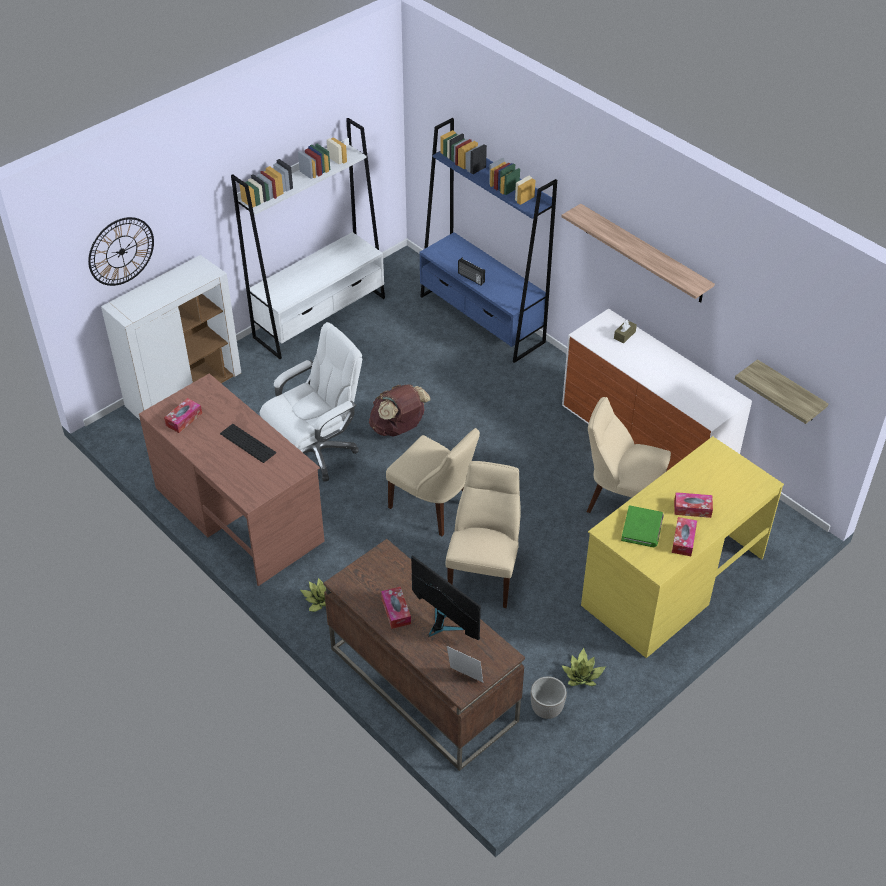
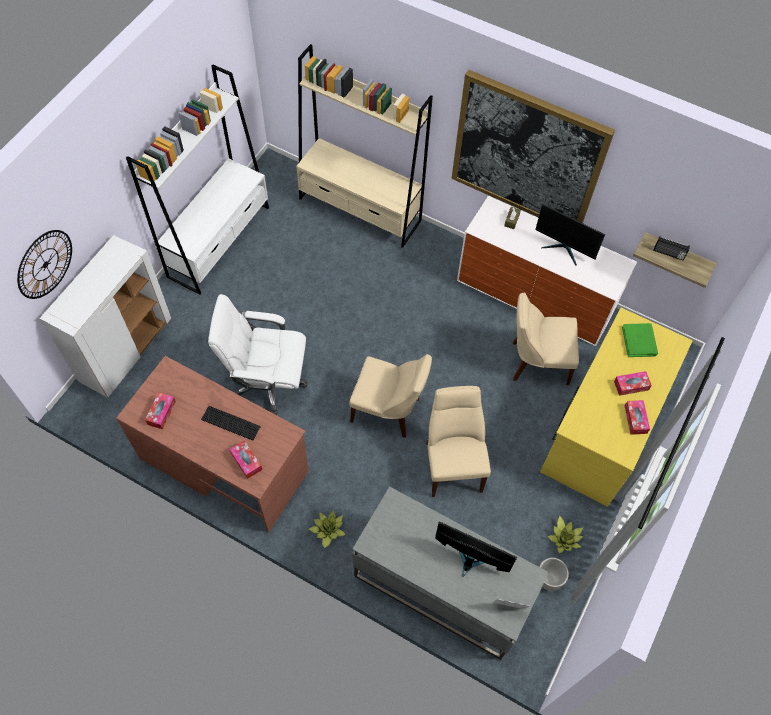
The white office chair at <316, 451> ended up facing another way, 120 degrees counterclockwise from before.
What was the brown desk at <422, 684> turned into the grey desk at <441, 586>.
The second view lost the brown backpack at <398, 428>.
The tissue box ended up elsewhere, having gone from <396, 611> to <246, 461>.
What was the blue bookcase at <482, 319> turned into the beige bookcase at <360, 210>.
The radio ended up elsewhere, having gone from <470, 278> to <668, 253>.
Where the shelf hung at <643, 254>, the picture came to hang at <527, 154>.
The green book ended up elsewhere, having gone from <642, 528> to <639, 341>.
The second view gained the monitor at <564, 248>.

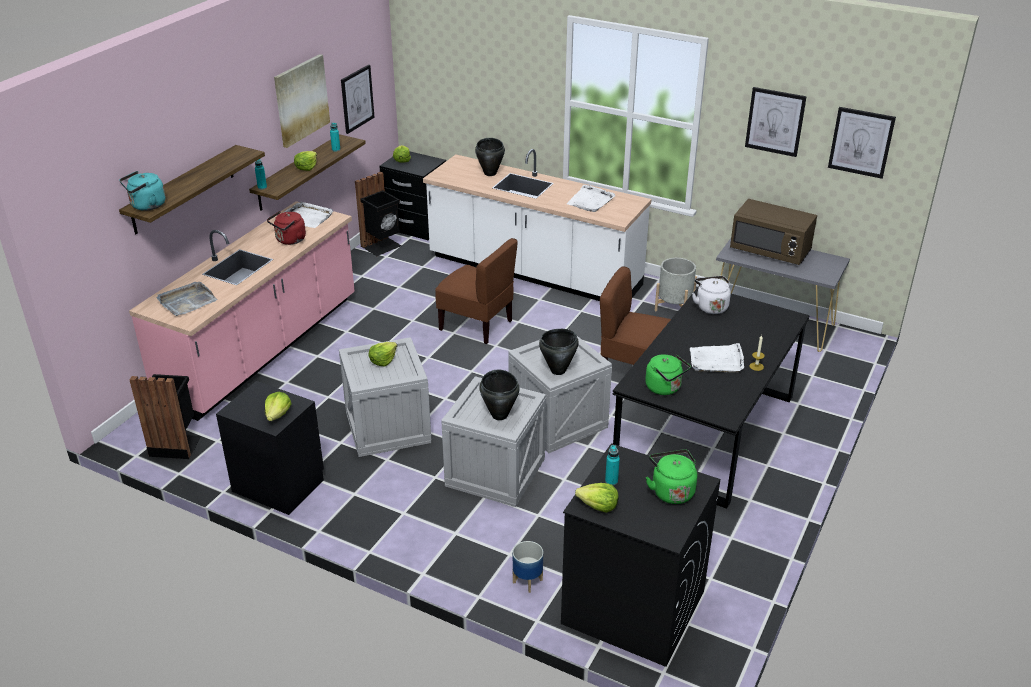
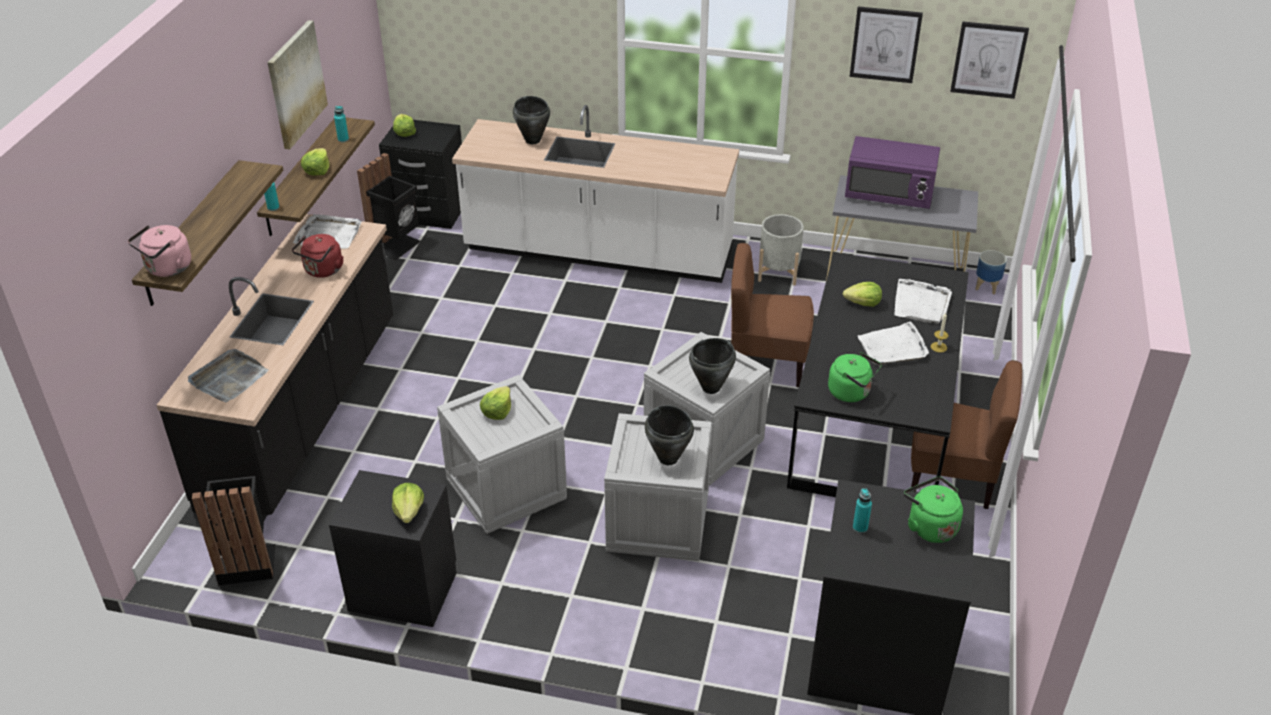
What was the turquoise kettle at <146, 206> turned into the pink kettle at <167, 269>.
What was the pink counter at <263, 350> turned into the black counter at <304, 412>.
The second view lost the picture at <357, 99>.
The brown chair ended up elsewhere, having gone from <476, 325> to <952, 479>.
The planter ended up elsewhere, having gone from <527, 581> to <986, 286>.
The white tray ended up elsewhere, having gone from <590, 201> to <921, 304>.
The lettuce ended up elsewhere, having gone from <598, 506> to <863, 303>.
The second view lost the white kettle at <710, 306>.
What was the brown microwave at <770, 251> turned into the purple microwave at <889, 194>.

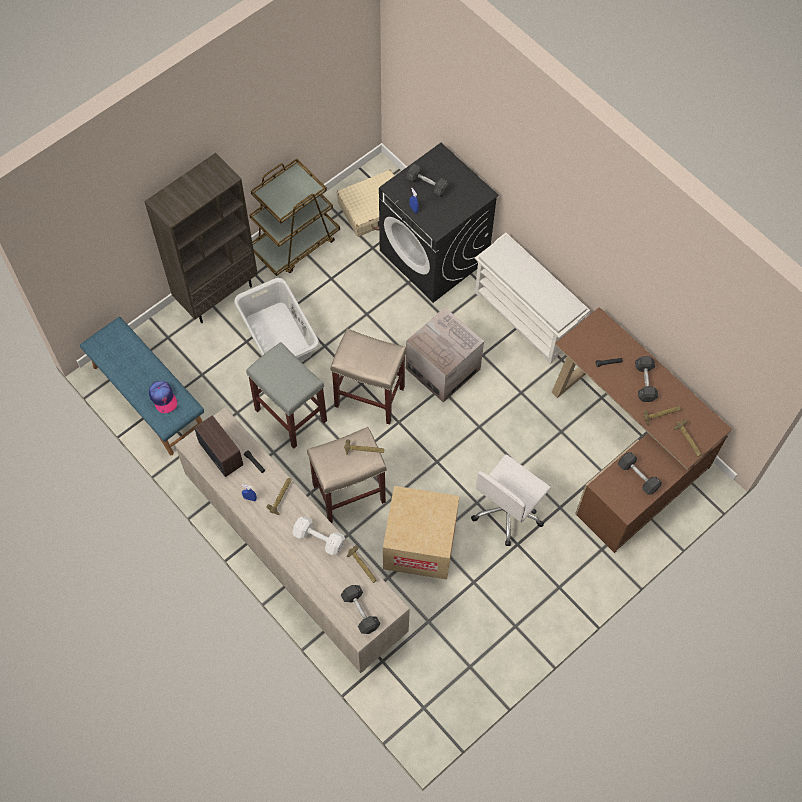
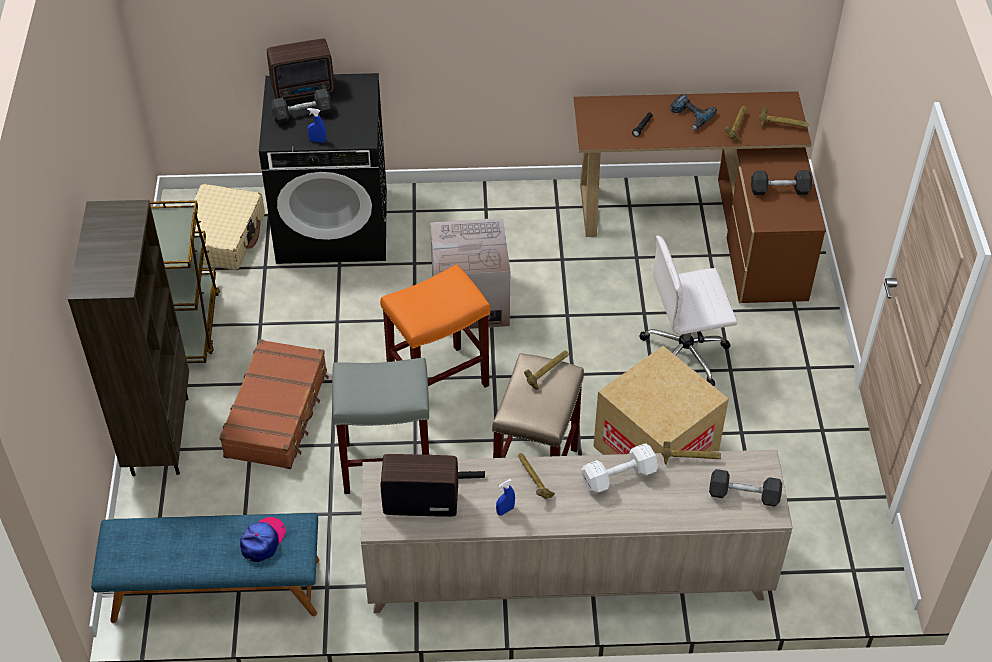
The cap at <163, 398> ended up facing another way, 75 degrees counterclockwise from before.
Where the grey laundry basket stood at <279, 336>, the brown suitcase came to stand at <277, 413>.
What was the beige stool at <368, 397> turned into the orange stool at <437, 382>.
The white office chair at <508, 511> ended up facing another way, 90 degrees clockwise from before.
The second view lost the white shoe rack at <526, 317>.
Where the grey dumbbell stood at <645, 382>, the power drill came to stand at <690, 116>.
The second view gained the radio at <304, 90>.

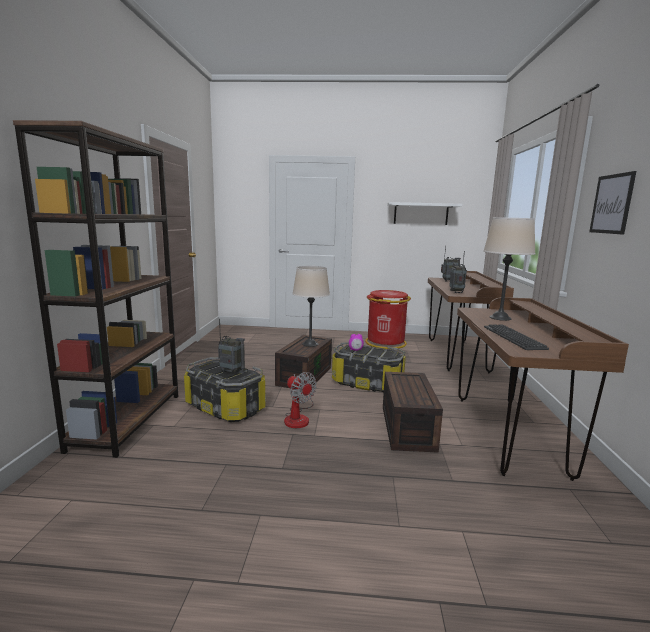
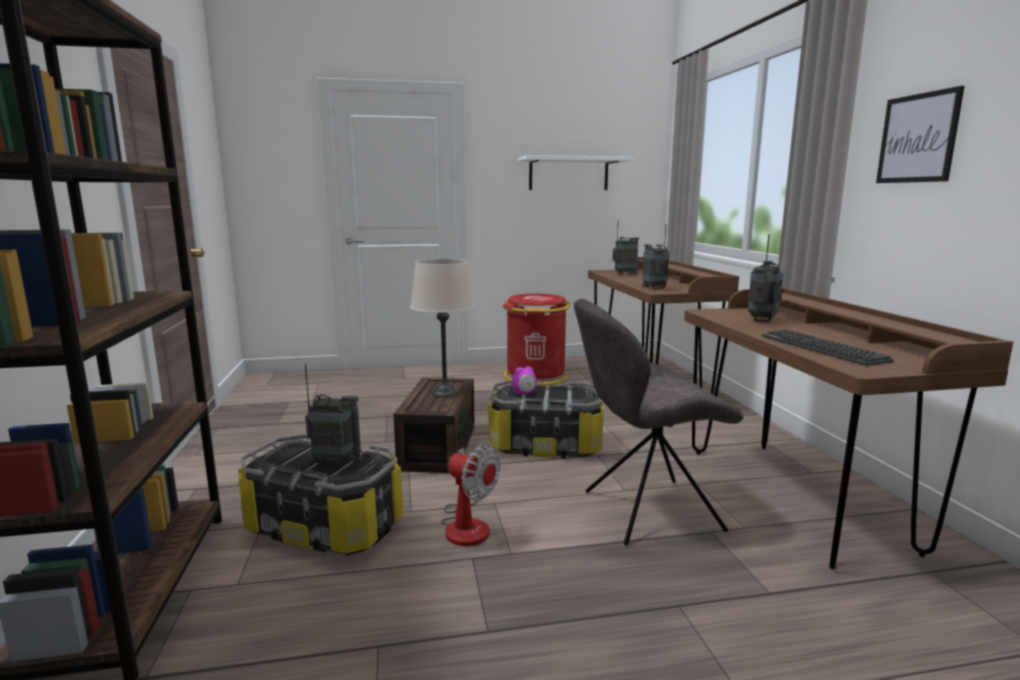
Where the brown storage box stood at <406, 427>, the grey chair came to stand at <646, 511>.
Where the beige table lamp stood at <500, 318>, the radio came to stand at <762, 320>.

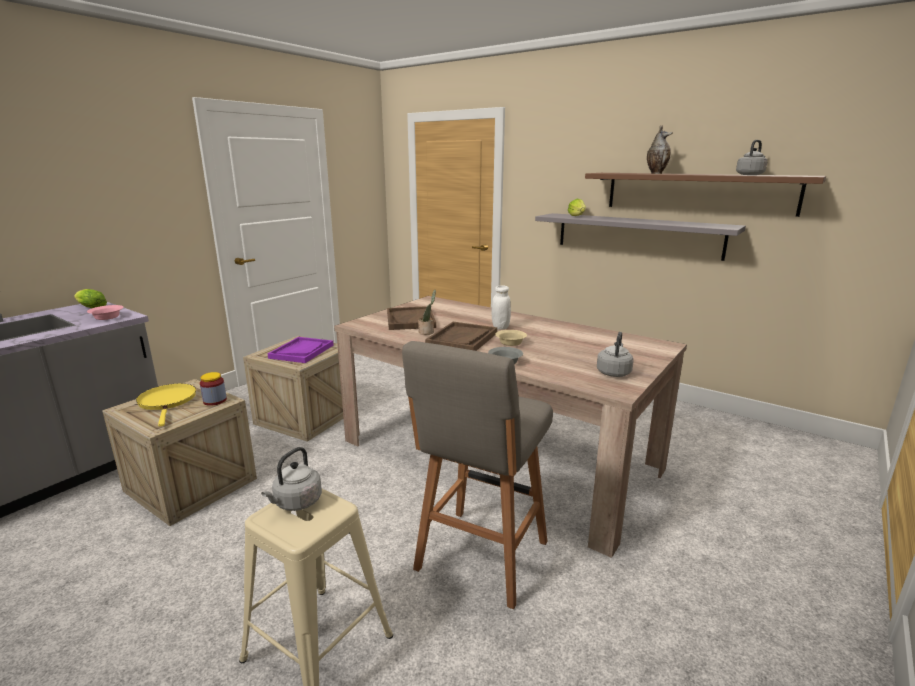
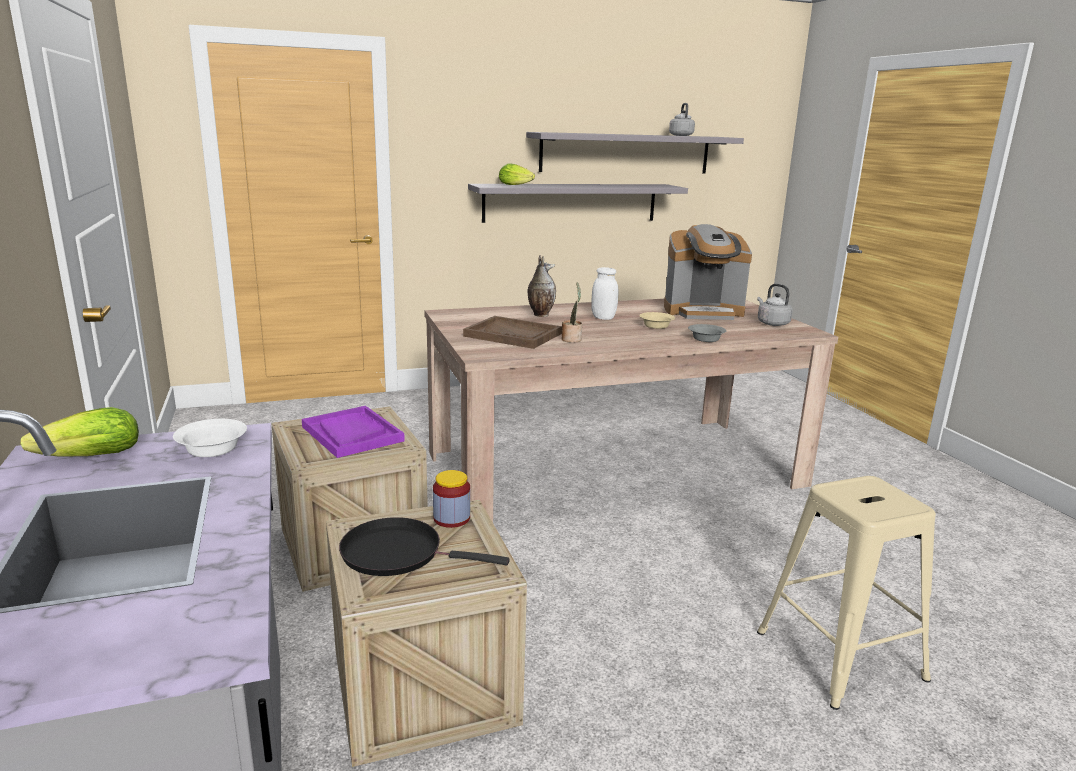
What was the pink bowl at <107, 317> turned into the white bowl at <214, 449>.
What was the yellow frying pan at <168, 402> turned into the black frying pan at <398, 553>.
The second view lost the grey kettle at <296, 503>.
The second view lost the grey stool at <480, 558>.
The second view lost the brown tray at <462, 339>.
What was the brown shelf at <698, 192> turned into the grey shelf at <626, 153>.
The vase ended up elsewhere, having gone from <656, 173> to <540, 314>.
The second view gained the coffee machine at <703, 312>.

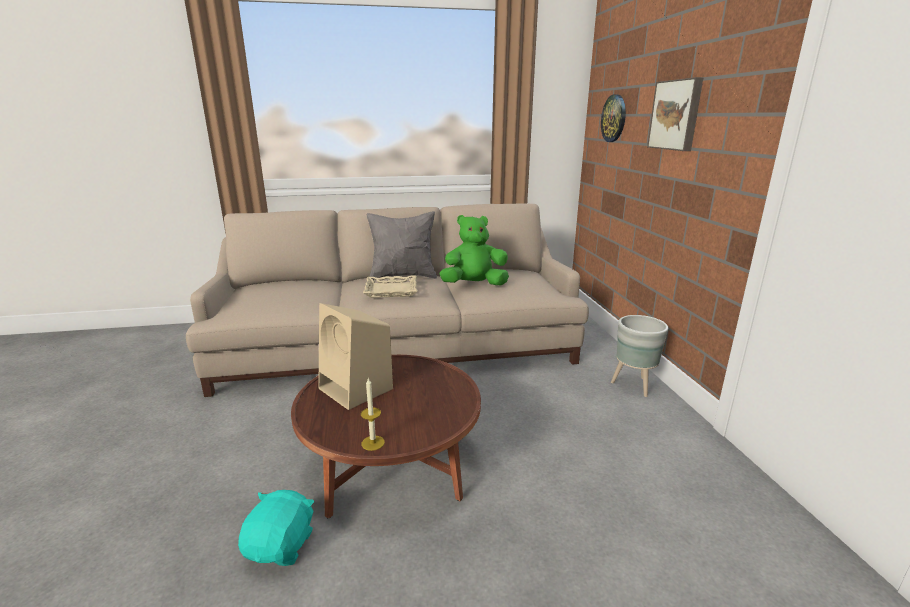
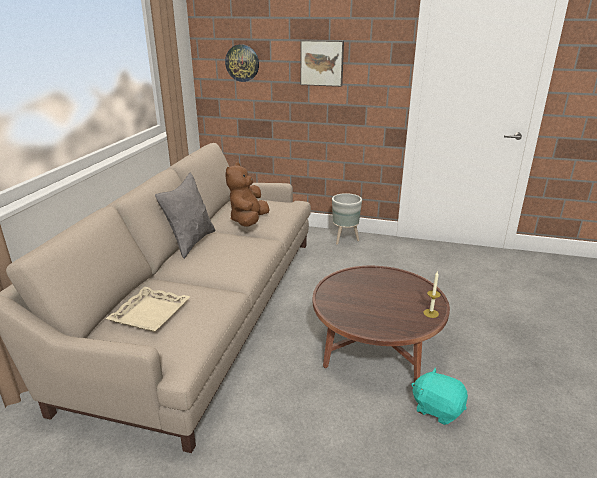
The second view lost the beige speaker at <357, 389>.
The beige tray ended up elsewhere, having gone from <391, 290> to <150, 313>.
What was the green plush toy at <474, 285> turned into the brown plush toy at <248, 221>.

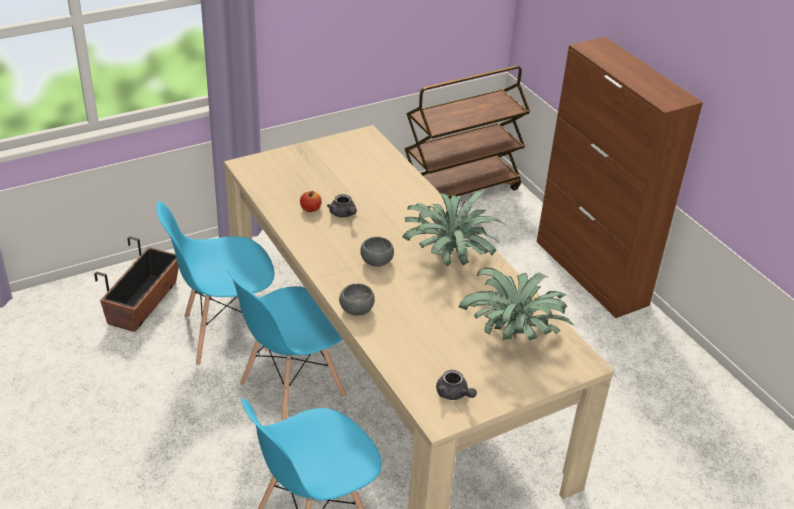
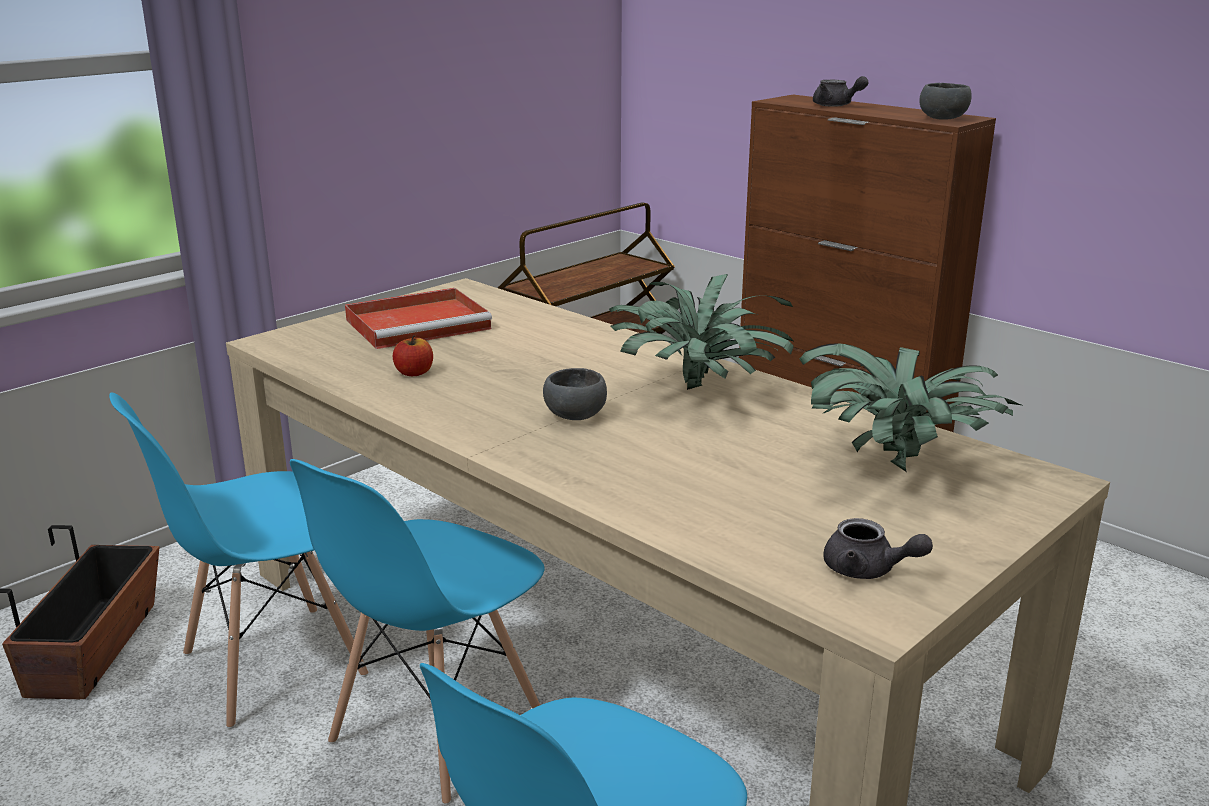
The grey teapot ended up elsewhere, having gone from <343, 214> to <836, 105>.
The grey bowl ended up elsewhere, having gone from <357, 310> to <944, 119>.
The second view gained the red tray at <420, 323>.

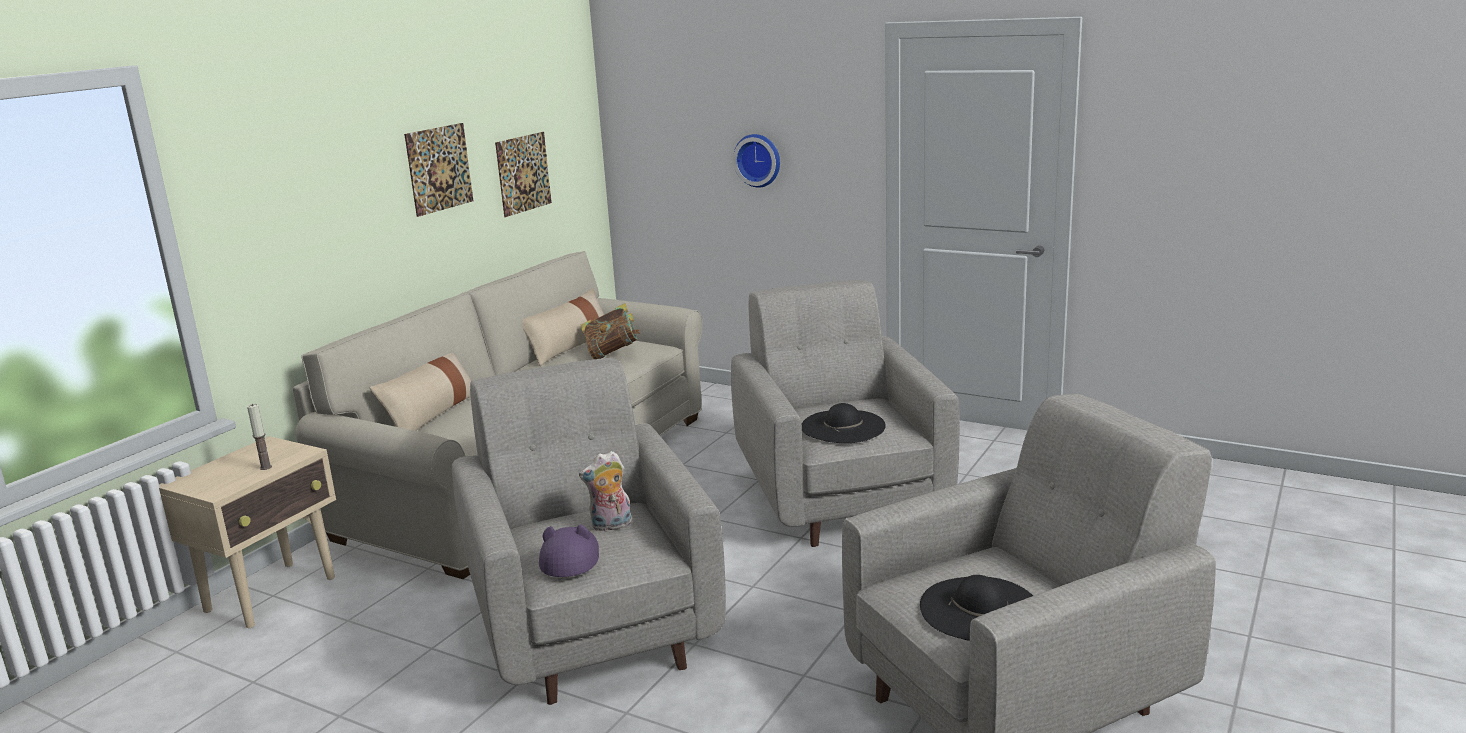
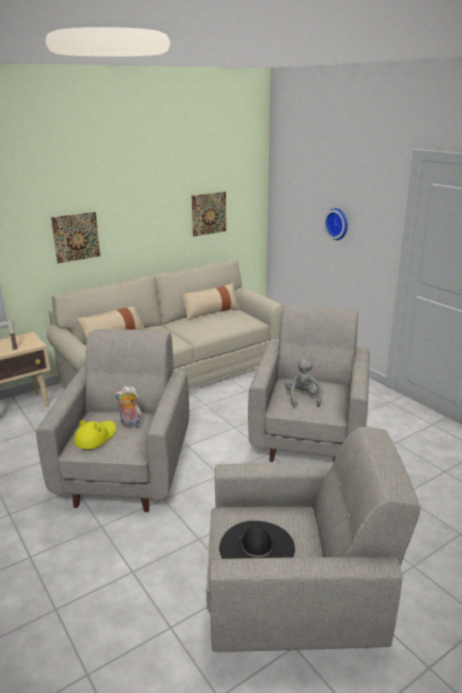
The picture ended up elsewhere, having gone from <439, 168> to <76, 237>.
What was the purple hat at <570, 557> turned into the yellow hat at <95, 437>.
The second view lost the book at <612, 353>.
Where the black hat stood at <843, 426>, the grey plush toy came to stand at <303, 398>.

